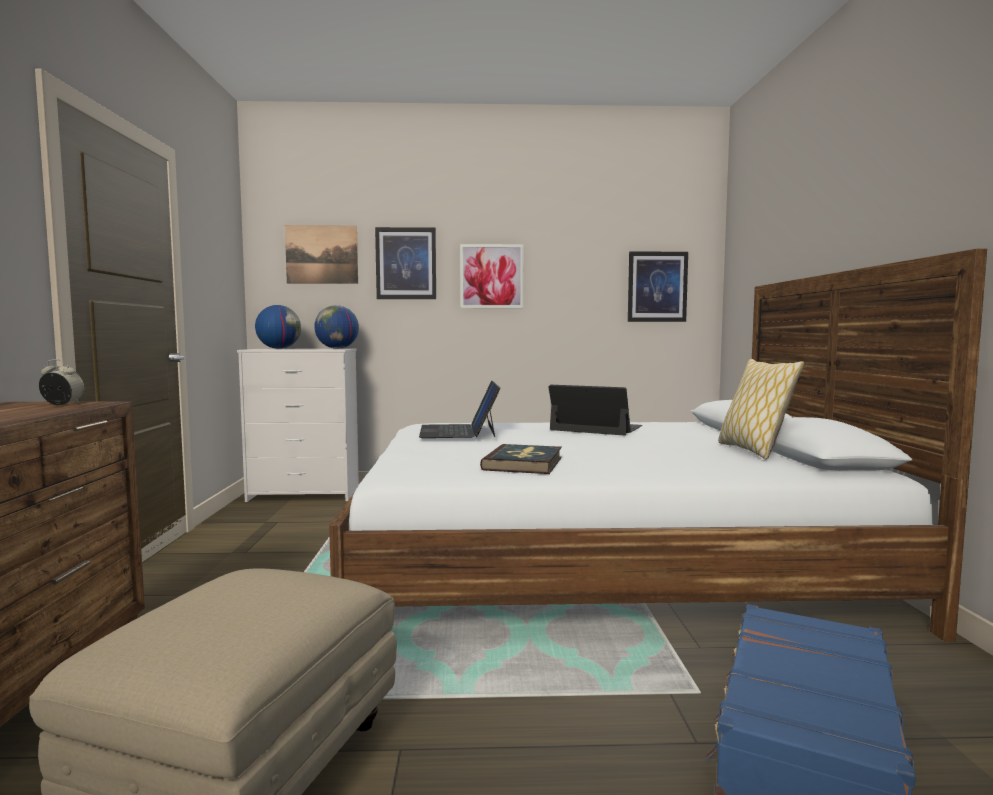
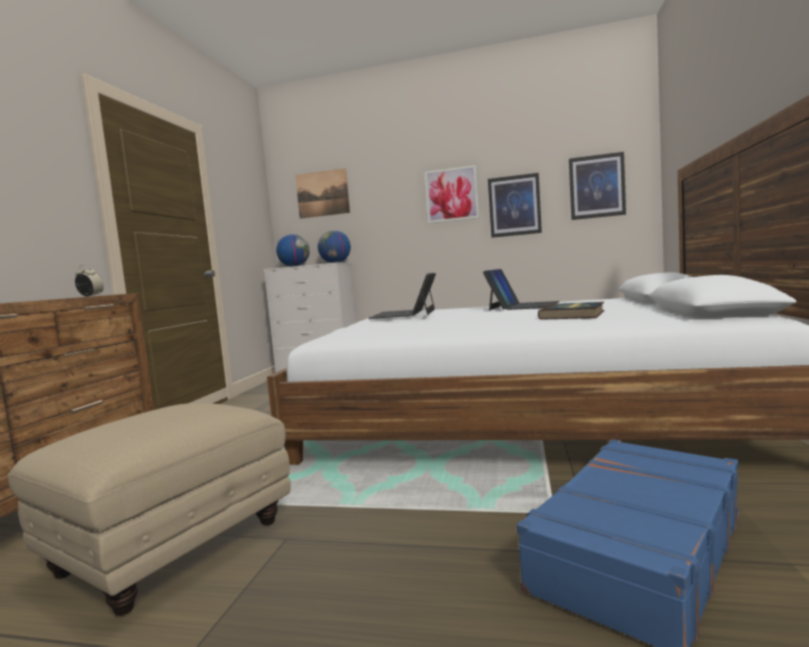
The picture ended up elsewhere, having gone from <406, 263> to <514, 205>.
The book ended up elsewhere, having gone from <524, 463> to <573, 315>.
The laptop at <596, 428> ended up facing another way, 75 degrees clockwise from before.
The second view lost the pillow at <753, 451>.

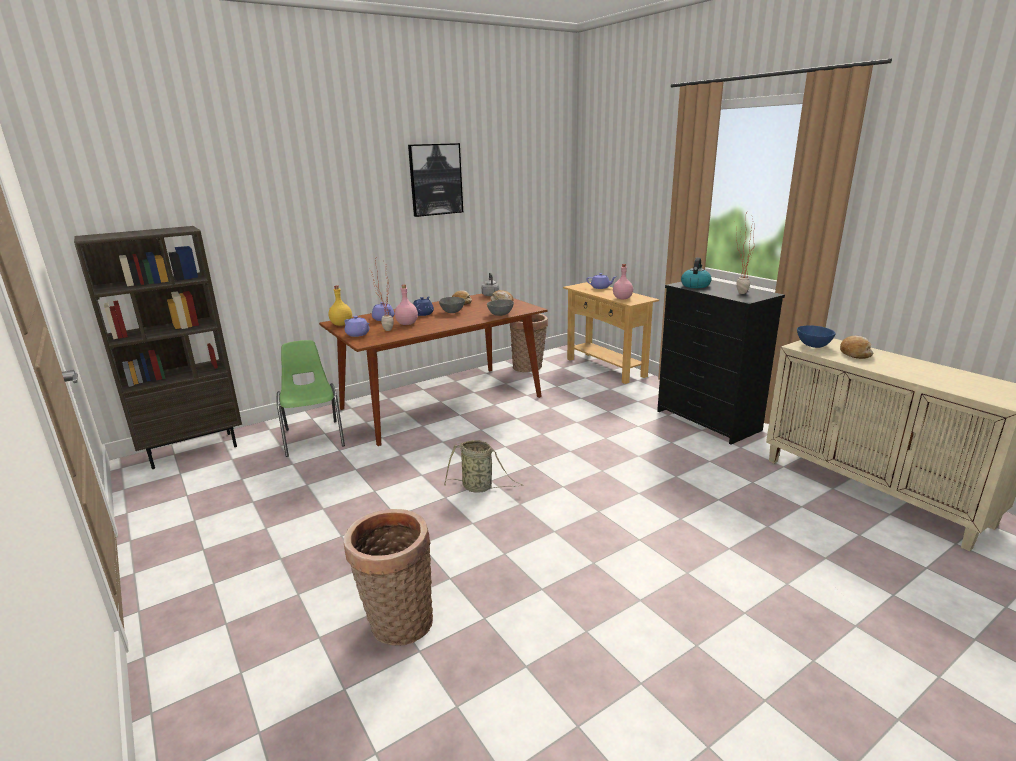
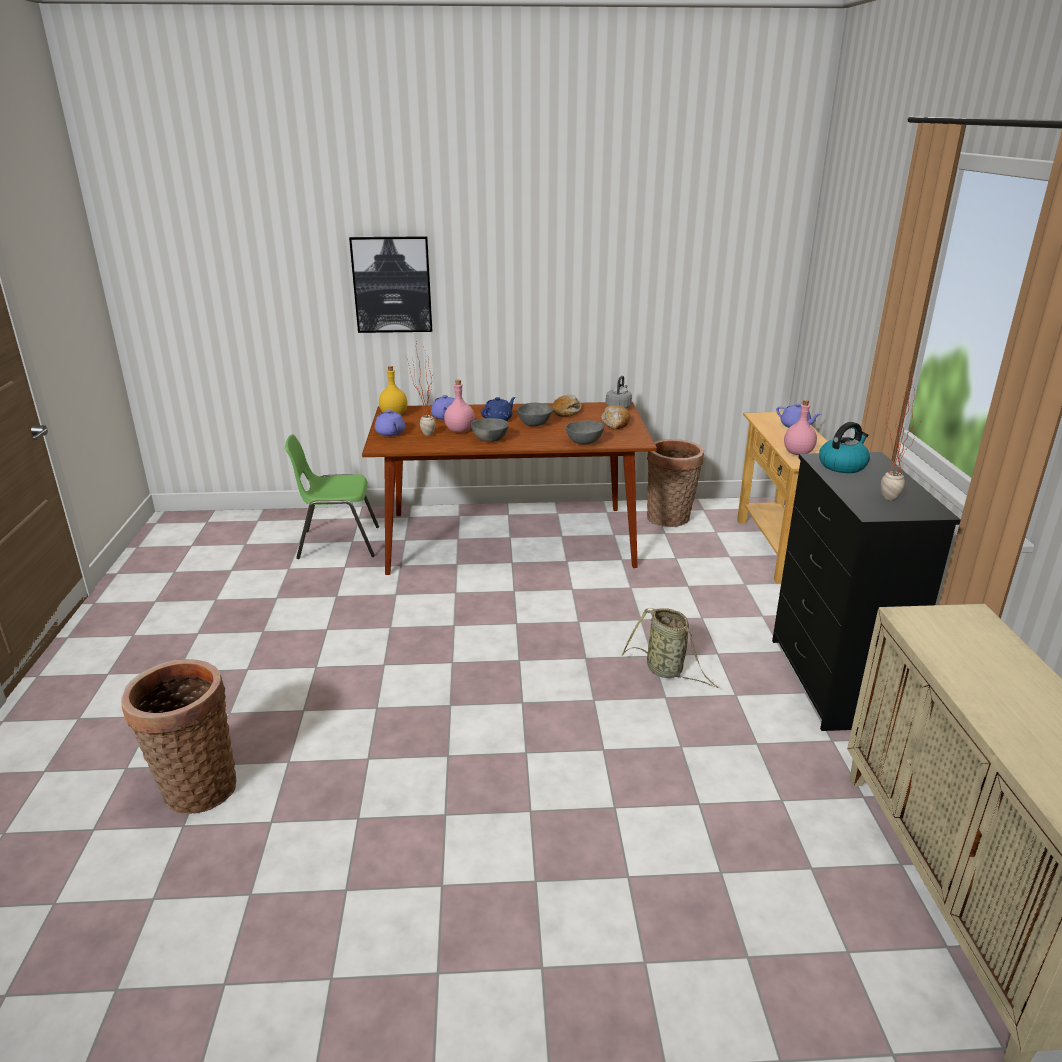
The second view lost the brown bookcase at <194, 449>.
The green chair at <314, 437> ended up facing another way, 105 degrees counterclockwise from before.
The picture ended up elsewhere, having gone from <435, 179> to <392, 284>.
The basket ended up elsewhere, having gone from <479, 487> to <667, 671>.
The second view lost the blue bowl at <813, 345>.
The second view lost the bread at <854, 353>.
The second view gained the grey bowl at <489, 440>.

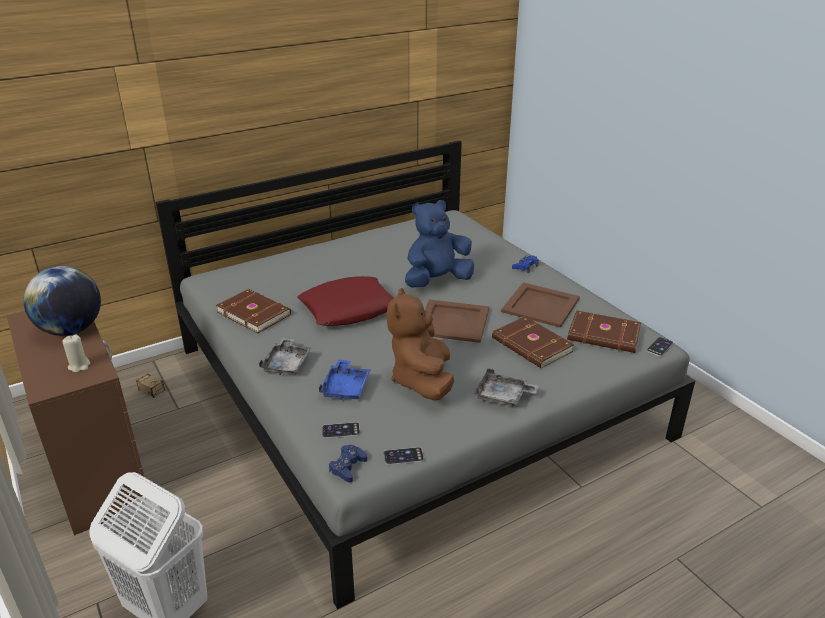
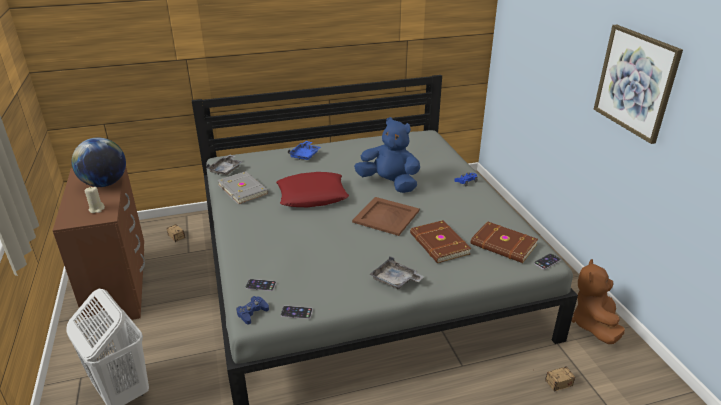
What was the brown book at <254, 312> turned into the grey book at <243, 189>.
The grey tray ended up elsewhere, having gone from <287, 364> to <226, 169>.
The blue tray ended up elsewhere, having gone from <346, 387> to <305, 155>.
The brown plush toy ended up elsewhere, having gone from <422, 380> to <594, 324>.
The blue plush toy at <437, 281> ended up facing another way, 45 degrees clockwise from before.
The second view lost the brown tray at <540, 304>.
The second view gained the storage box at <545, 387>.
The second view gained the picture at <635, 82>.

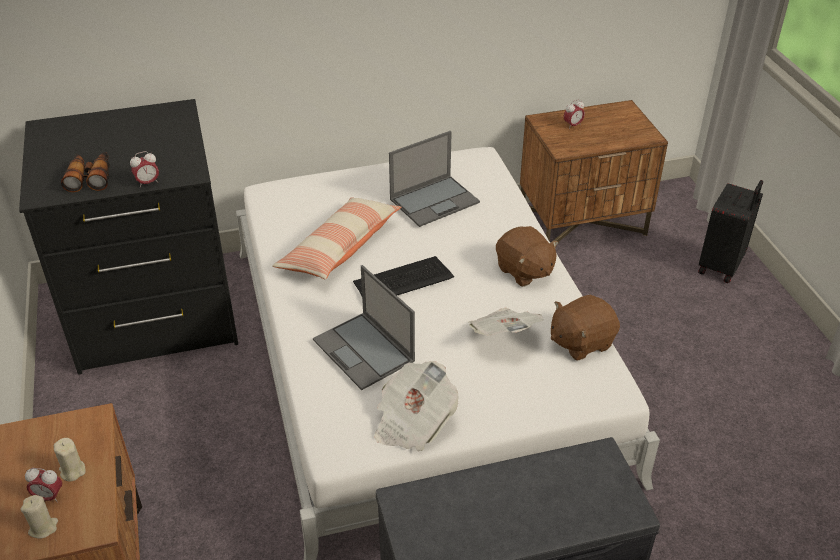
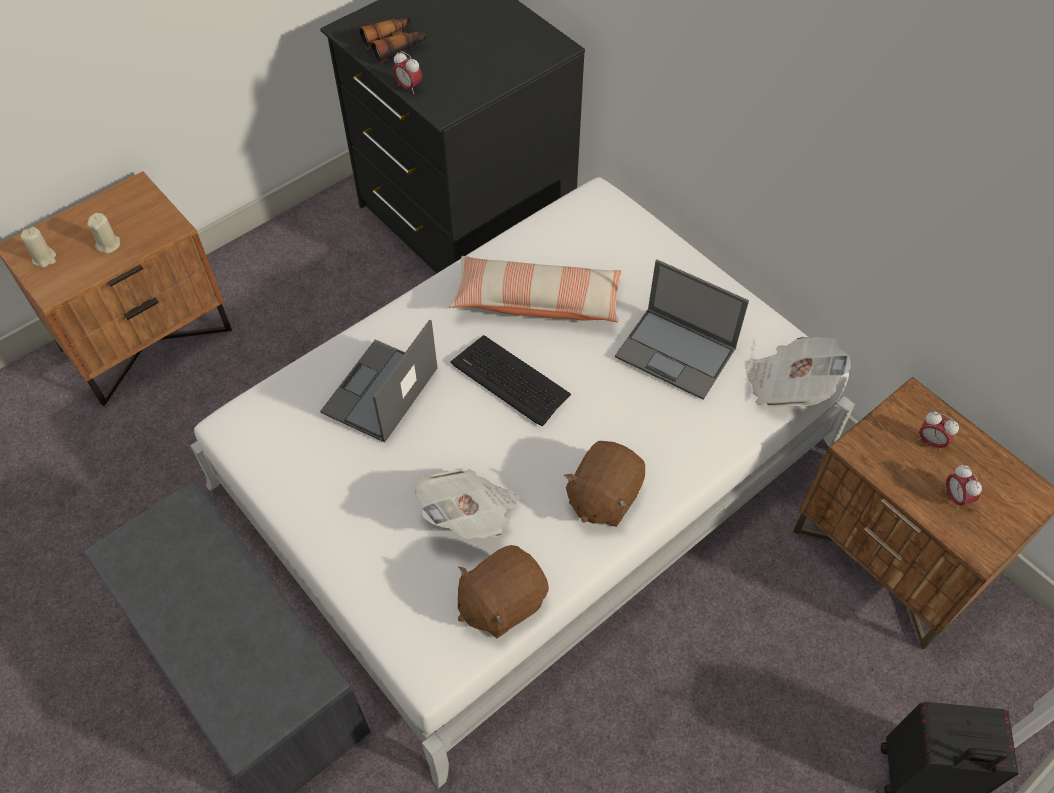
The alarm clock ended up elsewhere, having gone from <49, 497> to <955, 497>.
The newspaper ended up elsewhere, having gone from <413, 422> to <789, 385>.
The brown plush toy at <581, 342> ended up facing another way, 75 degrees counterclockwise from before.

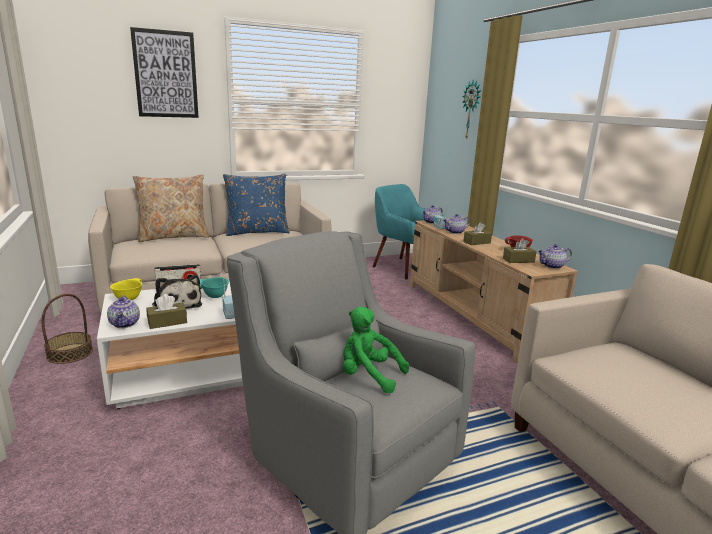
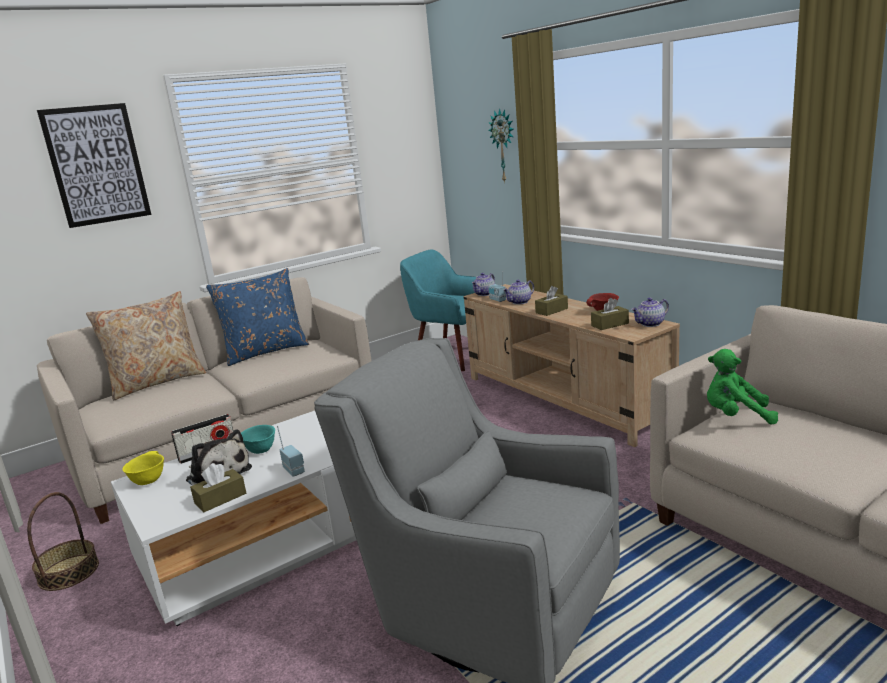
The second view lost the teapot at <125, 324>.
The green plush toy ended up elsewhere, having gone from <368, 376> to <736, 416>.

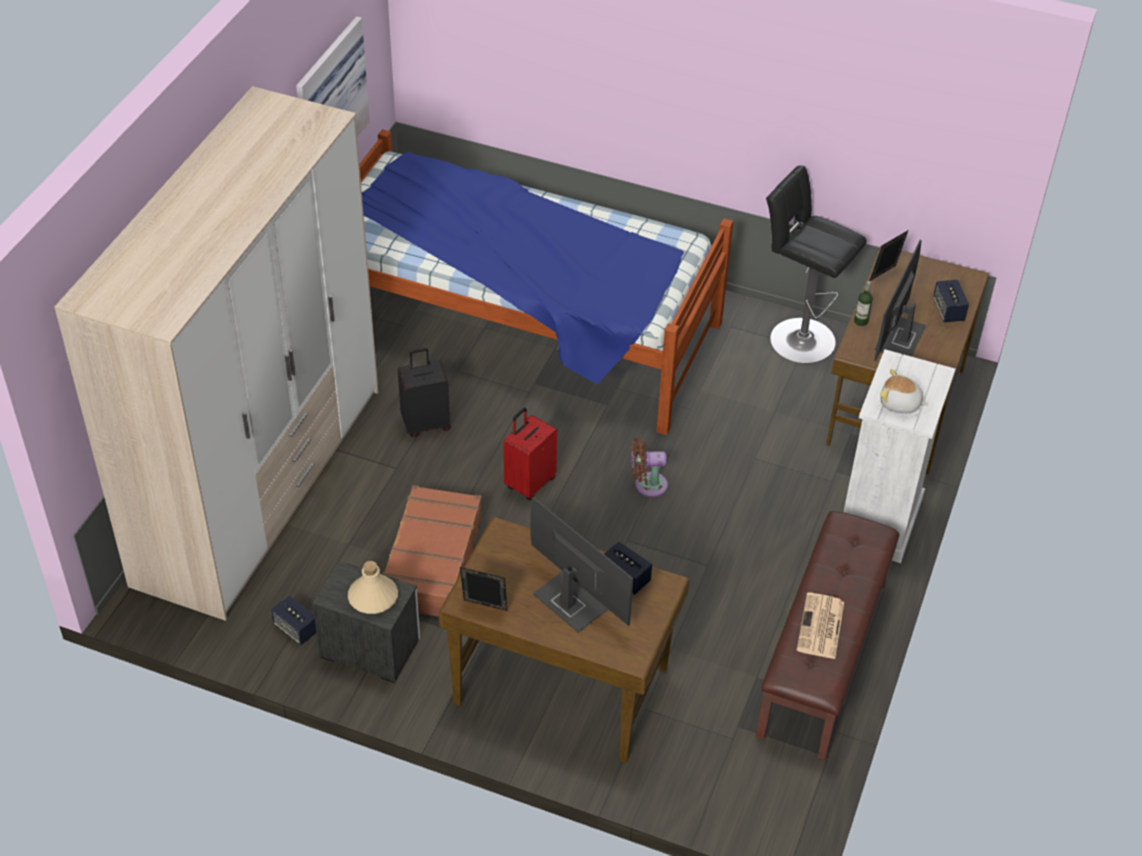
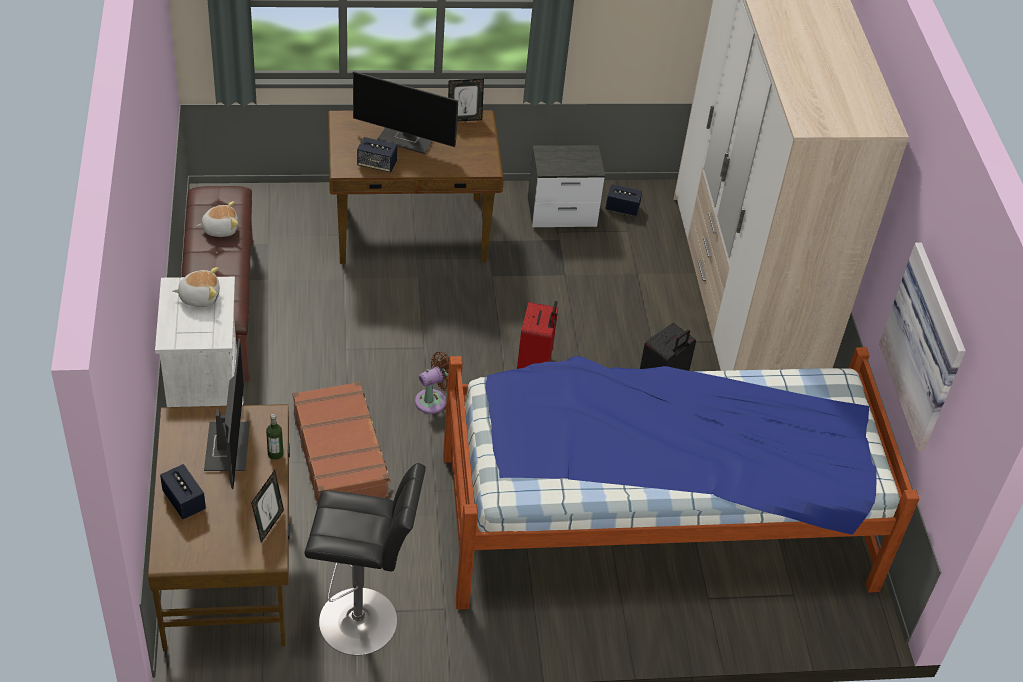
The second view lost the beige bottle at <373, 597>.
The brown suitcase ended up elsewhere, having gone from <431, 562> to <341, 455>.
Where the newspaper stood at <821, 627>, the plush toy came to stand at <220, 228>.

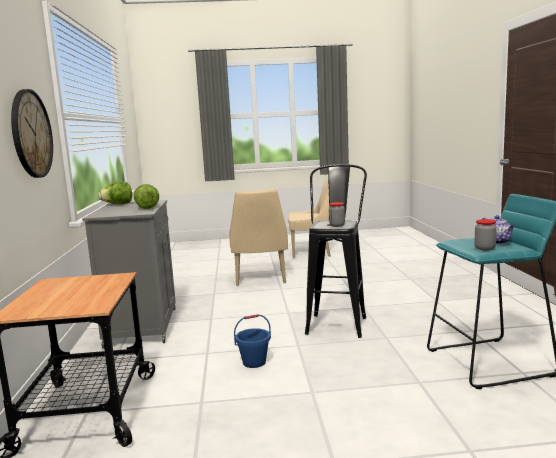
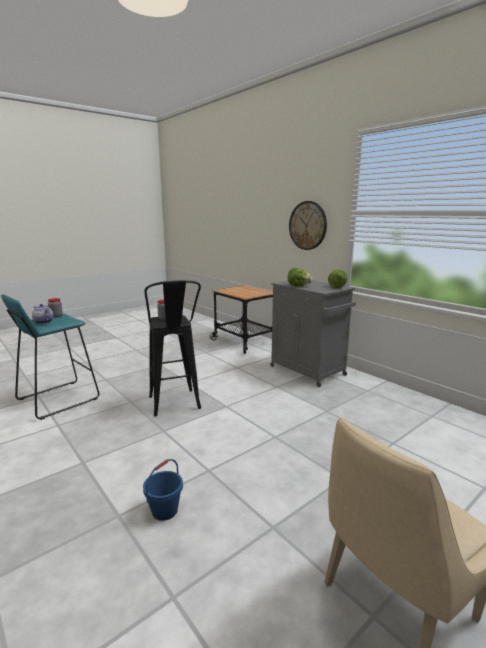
The second view lost the beige chair at <260, 278>.
The blue bucket ended up elsewhere, having gone from <254, 362> to <165, 511>.

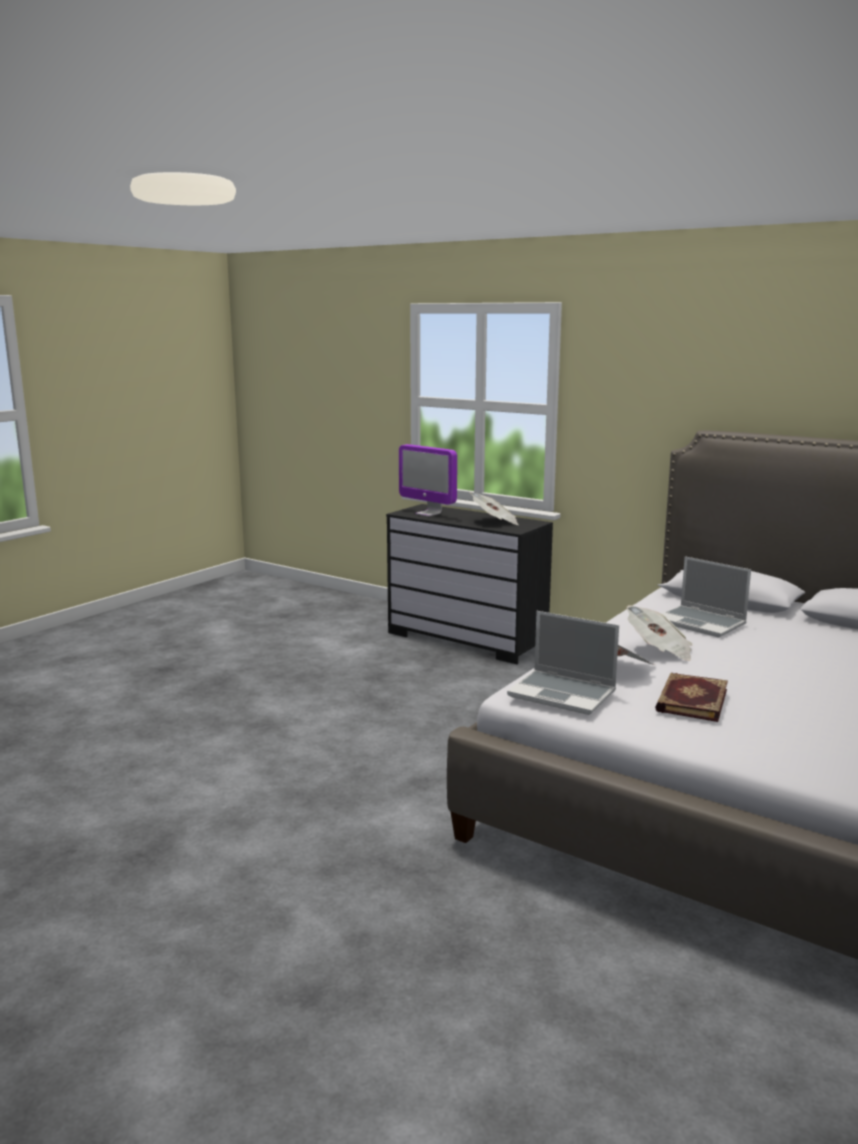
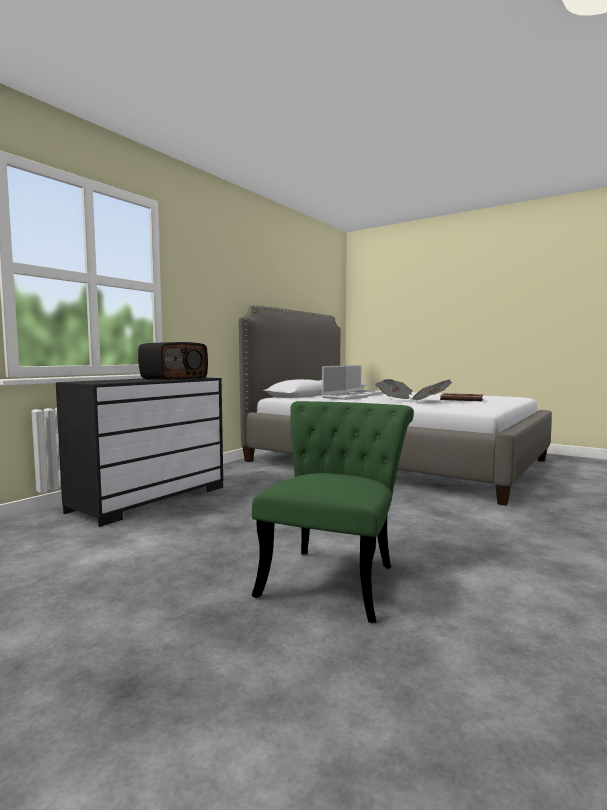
The second view lost the monitor at <428, 513>.
Where the newspaper stood at <495, 522>, the radio came to stand at <174, 378>.
The laptop ended up elsewhere, having gone from <563, 694> to <364, 394>.
The second view gained the green chair at <334, 576>.

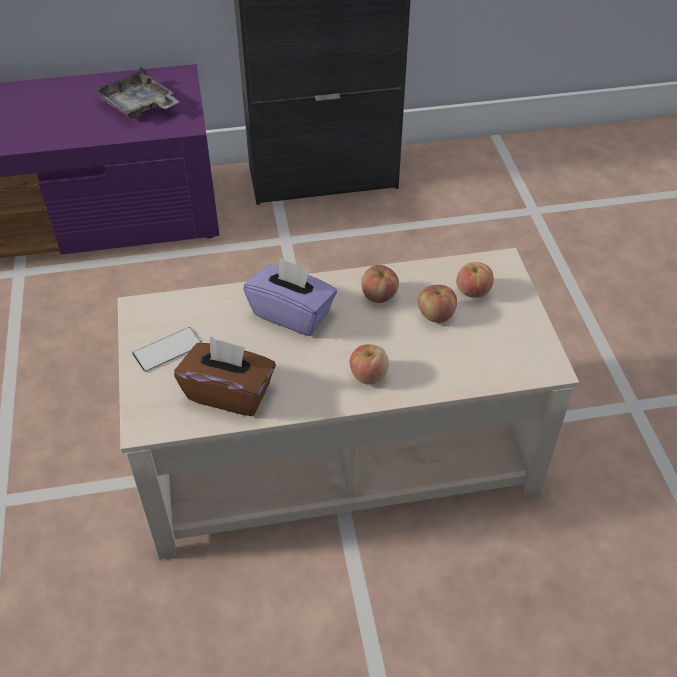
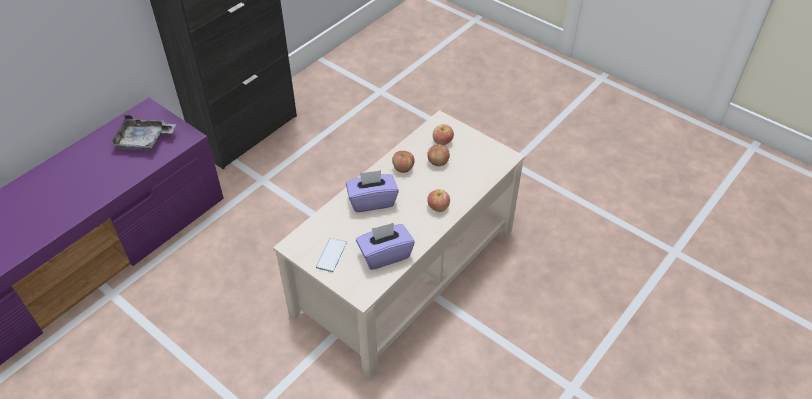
What was the brown tissue box at <229, 393> turned into the purple tissue box at <385, 255>.

